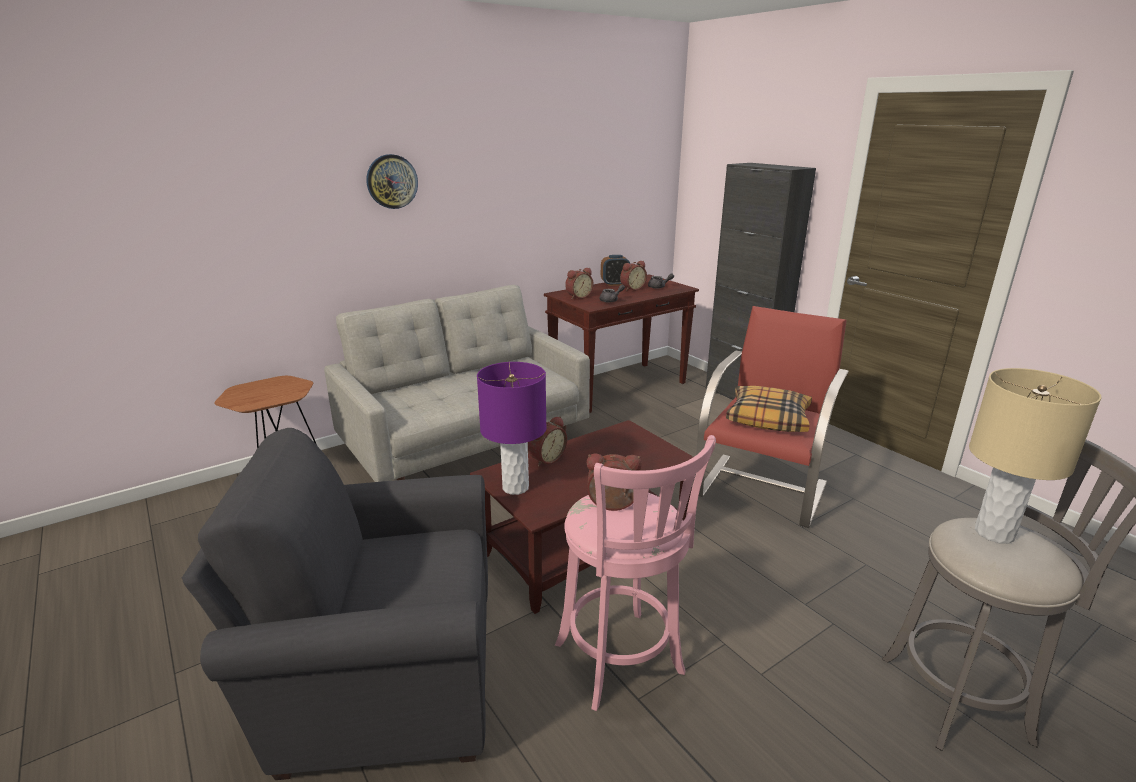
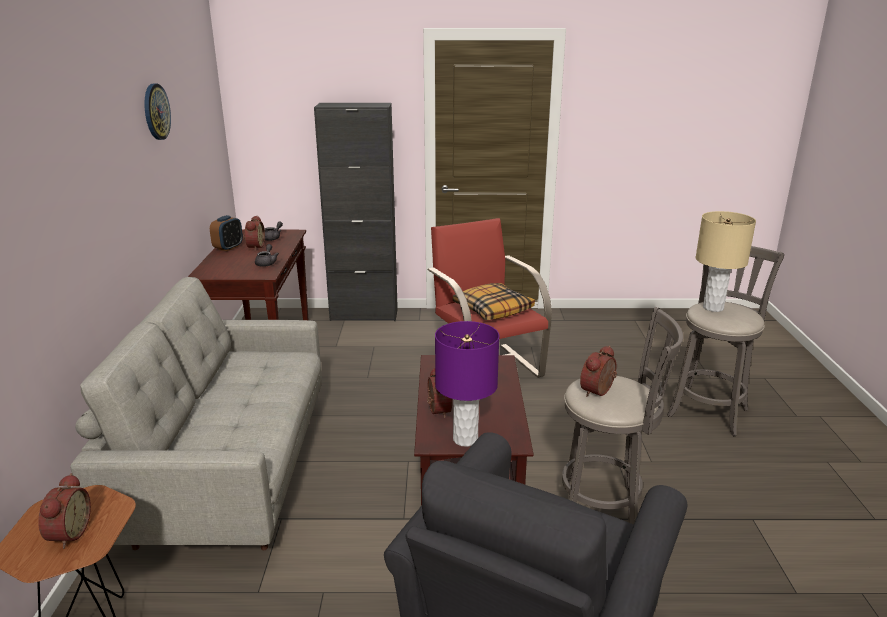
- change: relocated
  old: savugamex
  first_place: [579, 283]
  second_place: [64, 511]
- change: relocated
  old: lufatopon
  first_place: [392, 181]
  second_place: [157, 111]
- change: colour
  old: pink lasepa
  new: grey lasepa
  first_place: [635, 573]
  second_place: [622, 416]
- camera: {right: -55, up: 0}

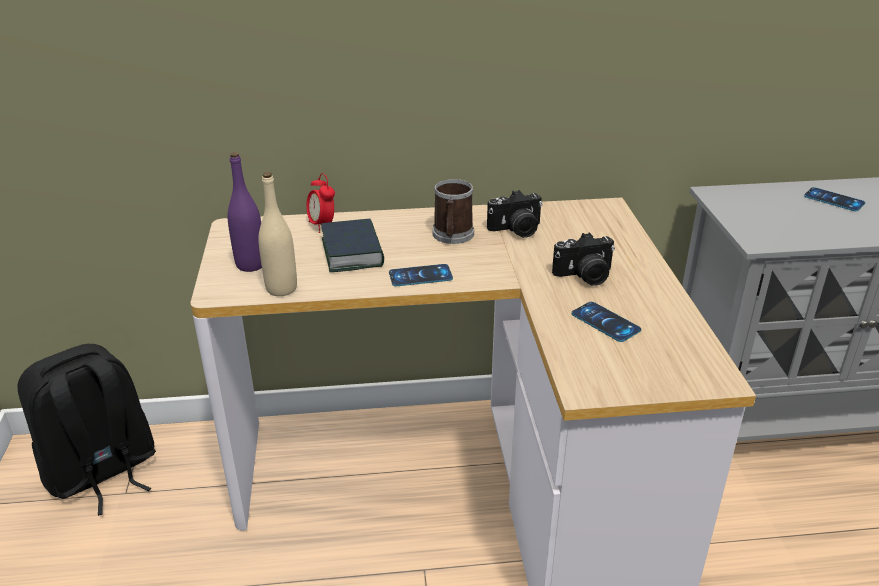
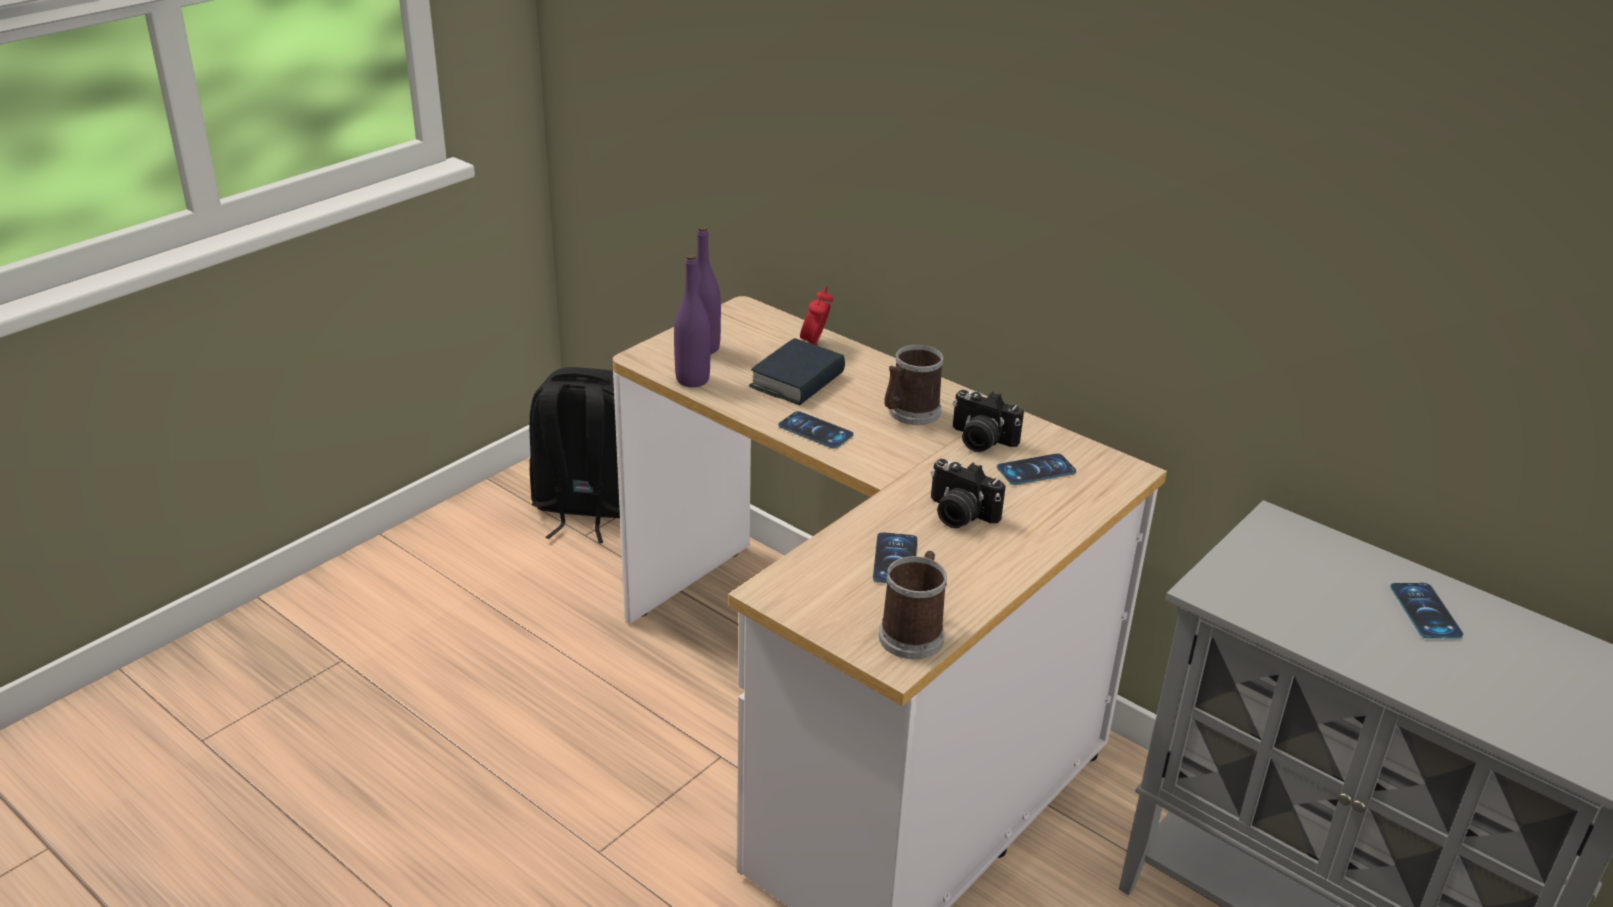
- change: colour
  old: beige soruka
  new: purple soruka
  first_place: [277, 234]
  second_place: [692, 320]
- change: appeared
  new: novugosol
  second_place: [913, 605]
- change: appeared
  new: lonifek
  second_place: [1036, 469]
- camera: {right: 45, up: 0}

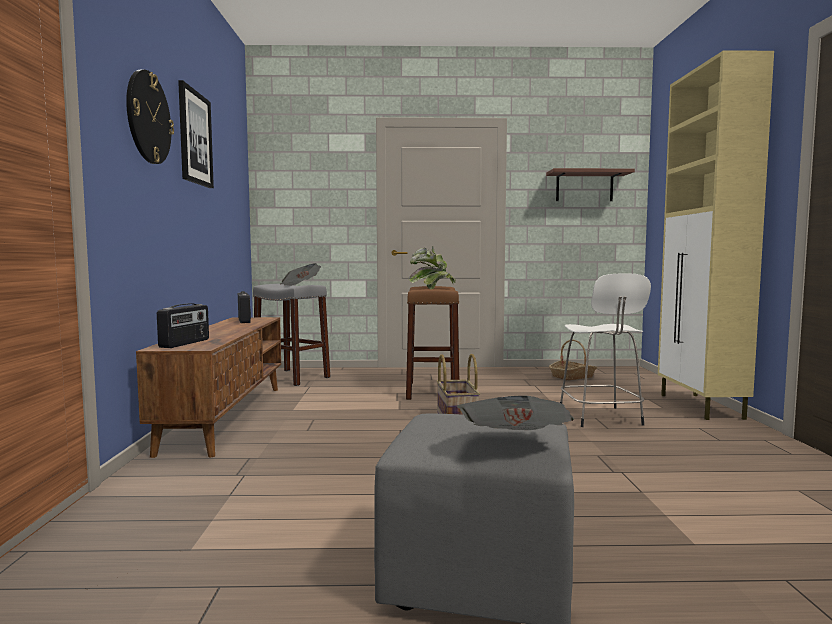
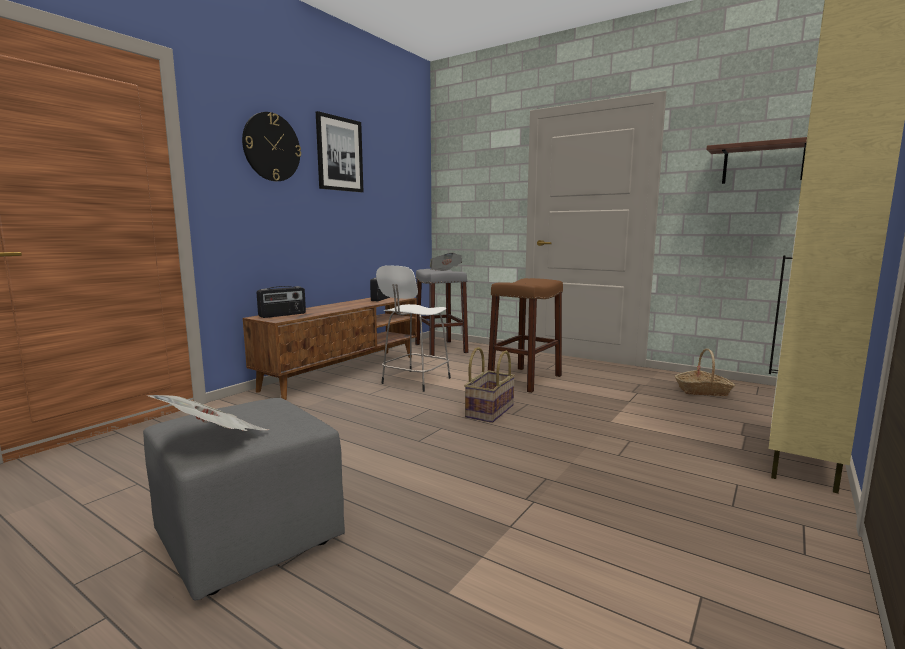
- change: relocated
  old: white lasepa
  first_place: [605, 350]
  second_place: [413, 328]
- change: missing
  old: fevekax
  first_place: [432, 267]
- camera: {right: 35, up: 5}

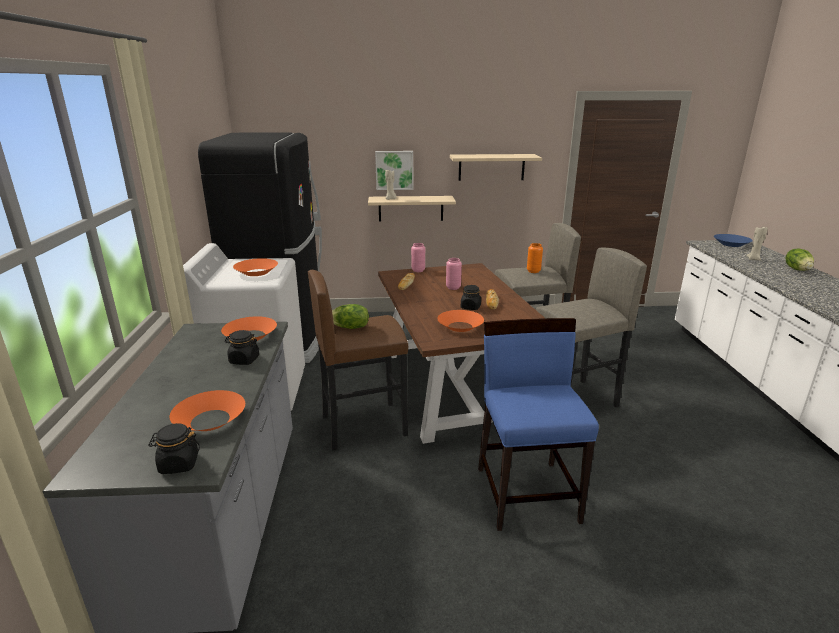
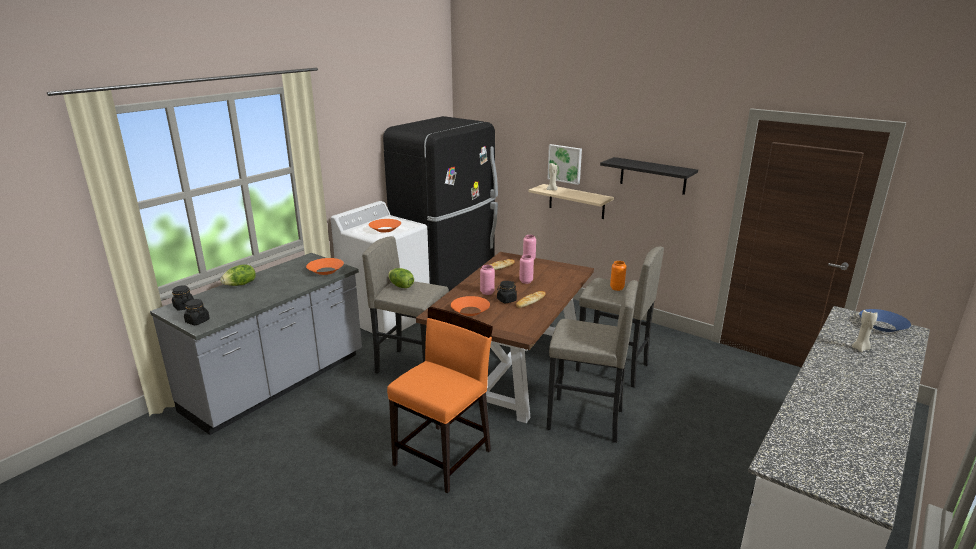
- change: relocated
  old: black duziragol
  first_place: [242, 347]
  second_place: [183, 297]
- change: relocated
  old: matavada
  first_place: [799, 260]
  second_place: [238, 275]
- change: colour
  old: brown lasepa
  new: grey lasepa
  first_place: [358, 360]
  second_place: [405, 305]
- change: colour
  old: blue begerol
  new: orange begerol
  first_place: [538, 424]
  second_place: [440, 400]
- change: appeared
  new: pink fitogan
  second_place: [487, 280]
- change: colour
  old: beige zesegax
  new: black zesegax
  first_place: [496, 167]
  second_place: [649, 176]
- change: missing
  old: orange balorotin
  first_place: [207, 410]
- camera: {right: 40, up: 0}

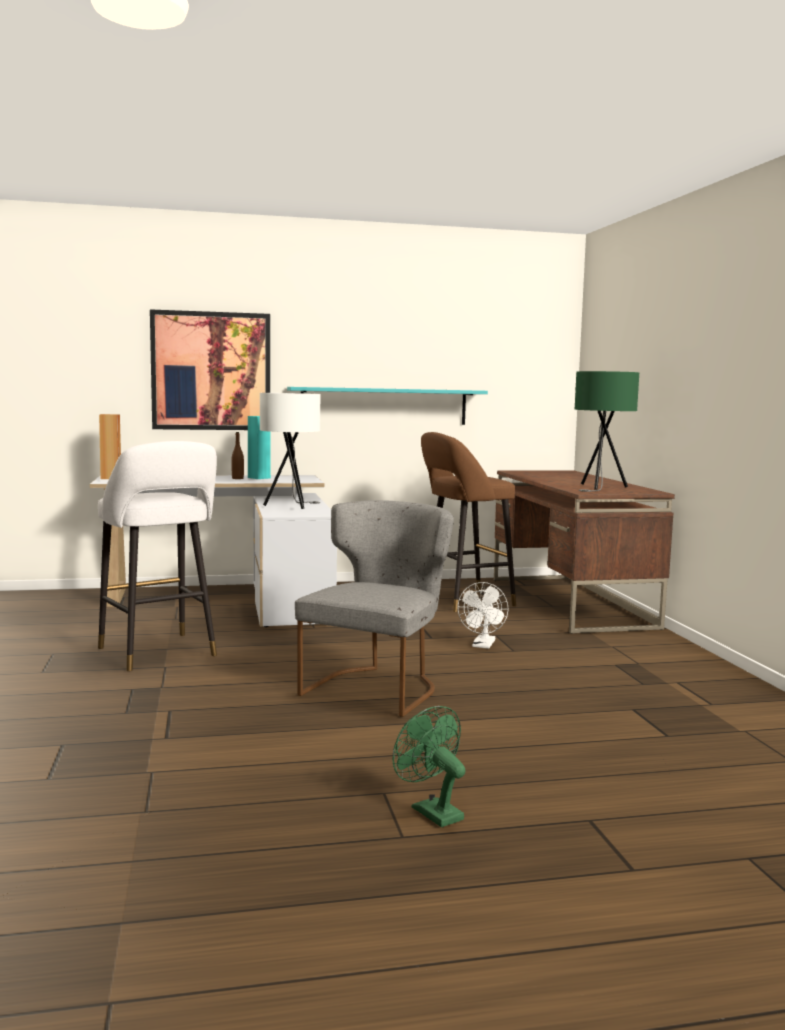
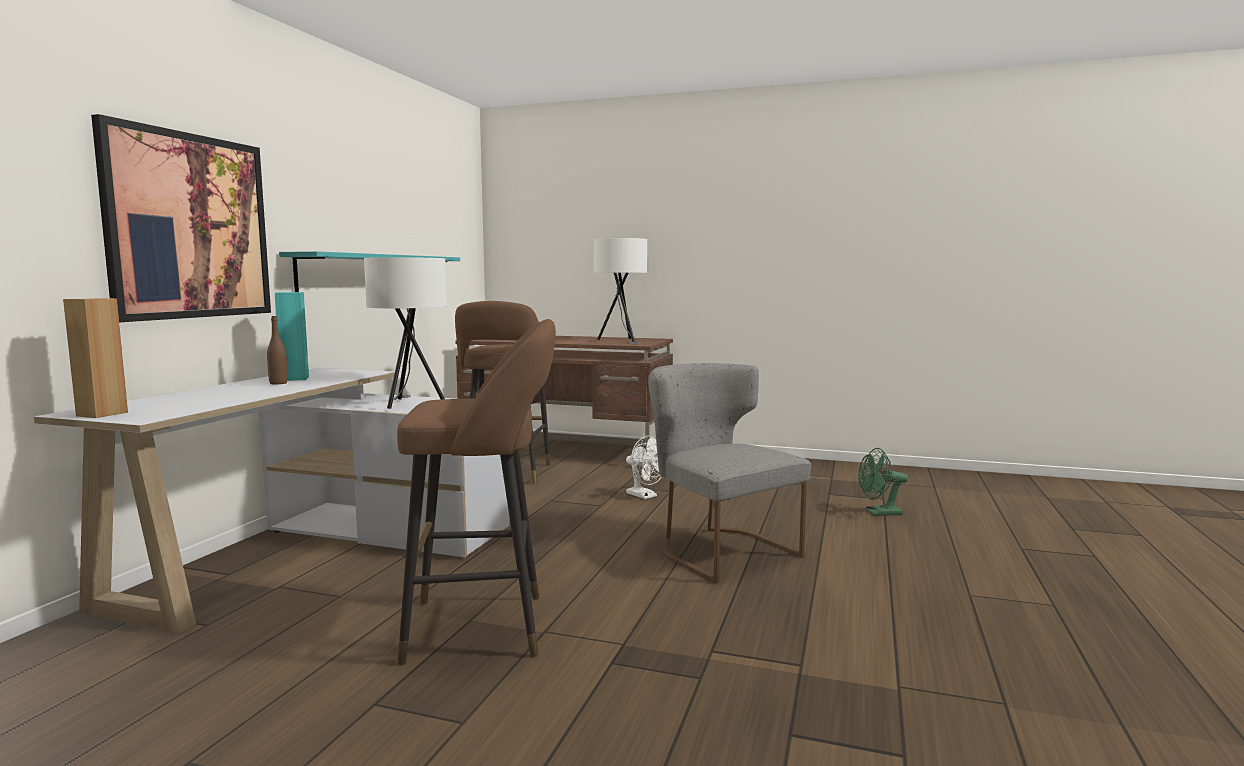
- change: colour
  old: white lasepa
  new: brown lasepa
  first_place: [157, 556]
  second_place: [476, 492]
- change: colour
  old: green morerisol
  new: white morerisol
  first_place: [607, 431]
  second_place: [620, 291]
- change: relocated
  old: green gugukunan
  first_place: [429, 766]
  second_place: [883, 482]
- camera: {right: -60, up: 0}

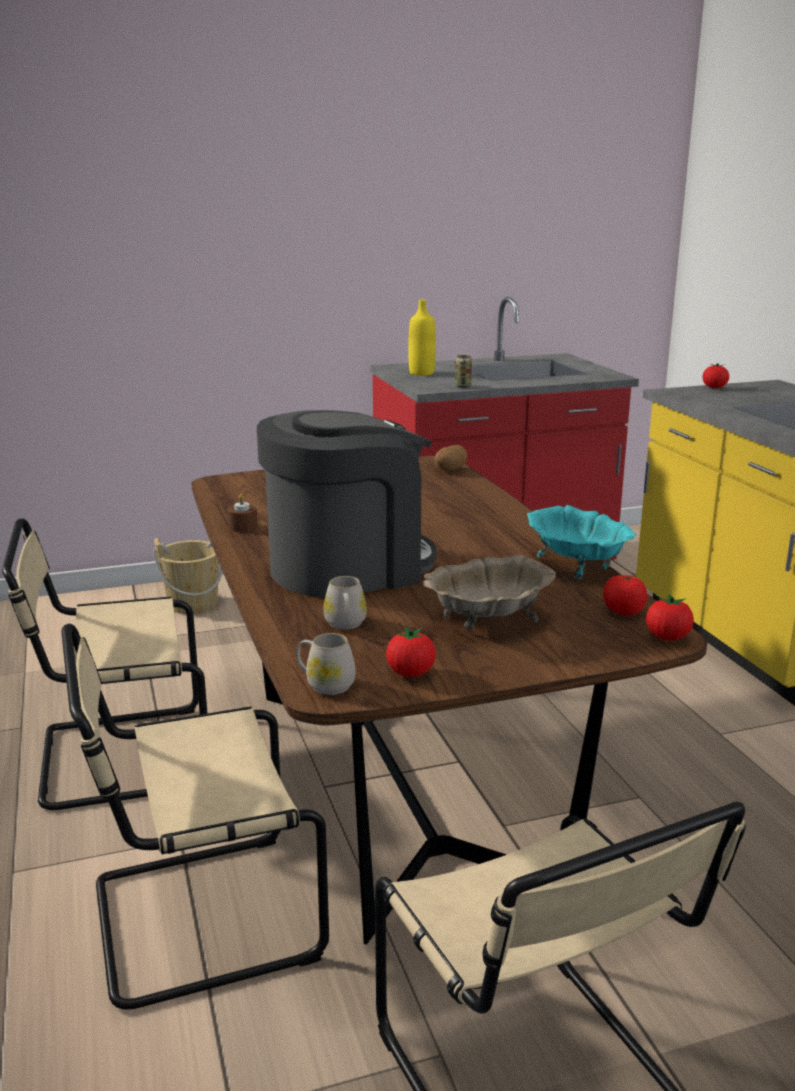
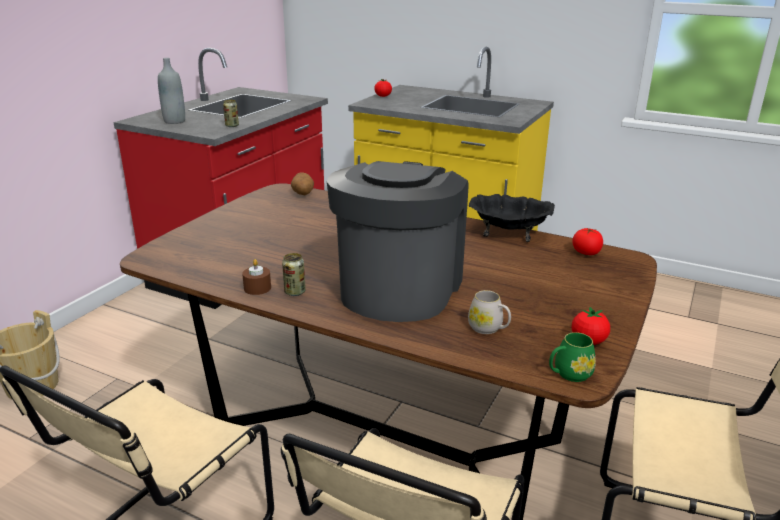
- change: colour
  old: yellow soruka
  new: grey soruka
  first_place: [422, 338]
  second_place: [171, 91]
- change: appeared
  new: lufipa
  second_place: [294, 274]
- change: colour
  old: turquoise balorotin
  new: black balorotin
  first_place: [581, 542]
  second_place: [512, 218]
- change: colour
  old: white novugosol
  new: green novugosol
  first_place: [326, 664]
  second_place: [572, 357]
- change: missing
  old: beige balorotin
  first_place: [490, 592]
- change: missing
  old: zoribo
  first_place: [670, 617]
- camera: {right: -45, up: 5}

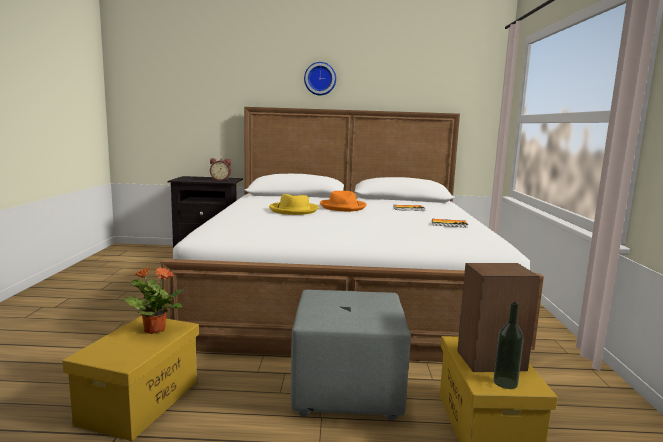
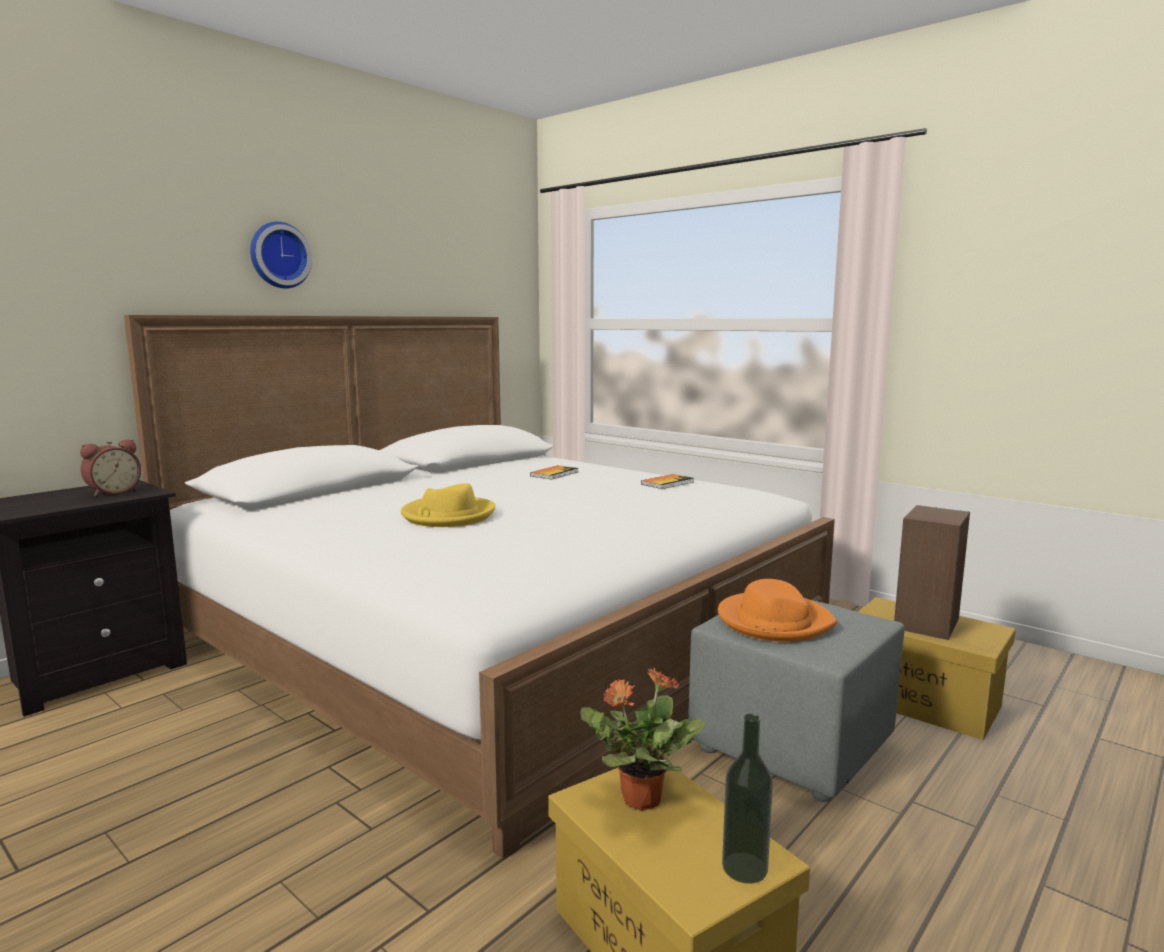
- change: relocated
  old: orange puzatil
  first_place: [343, 201]
  second_place: [777, 610]
- change: relocated
  old: soruka
  first_place: [508, 345]
  second_place: [747, 799]
- camera: {right: -50, up: 0}

